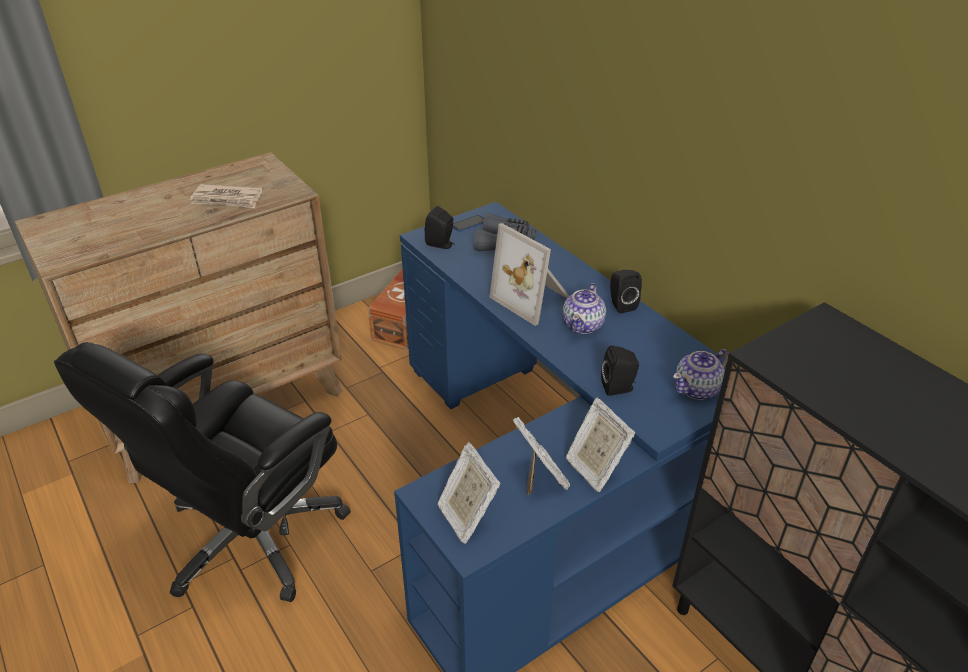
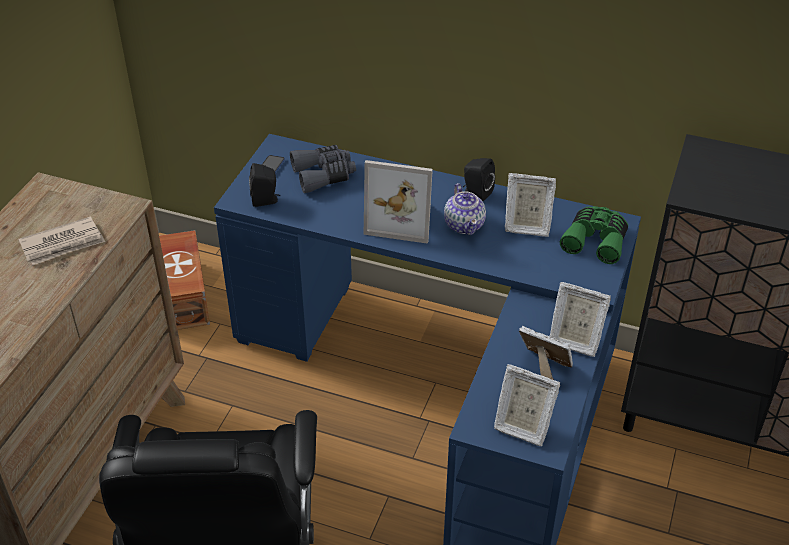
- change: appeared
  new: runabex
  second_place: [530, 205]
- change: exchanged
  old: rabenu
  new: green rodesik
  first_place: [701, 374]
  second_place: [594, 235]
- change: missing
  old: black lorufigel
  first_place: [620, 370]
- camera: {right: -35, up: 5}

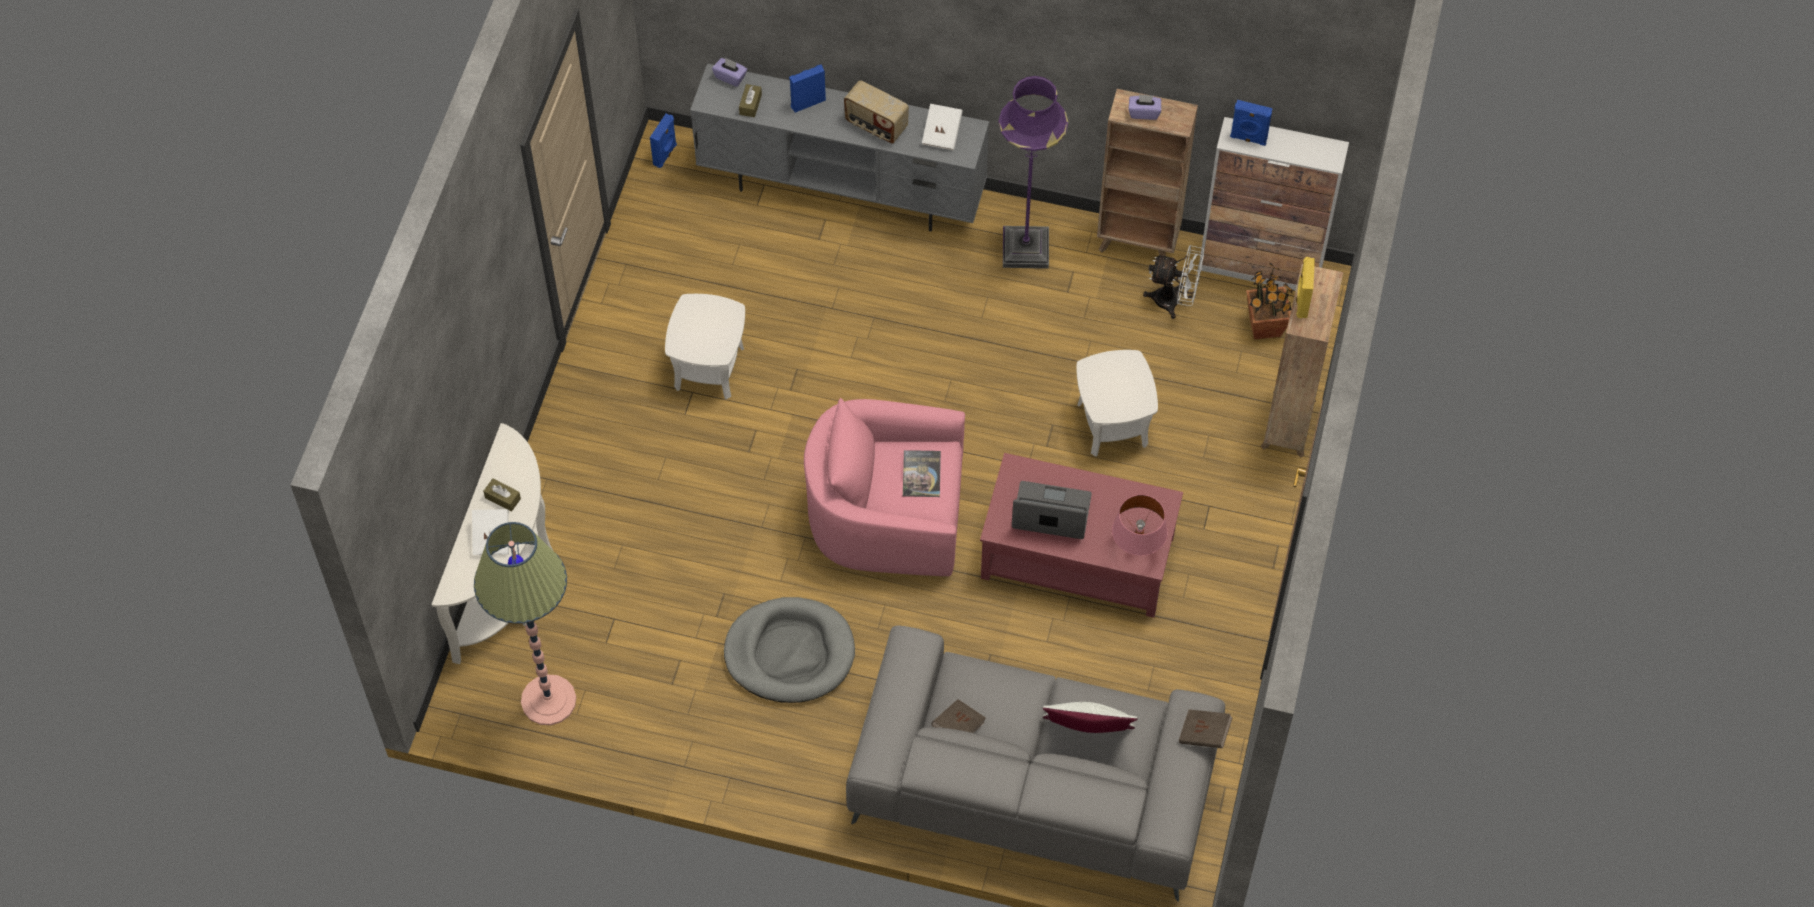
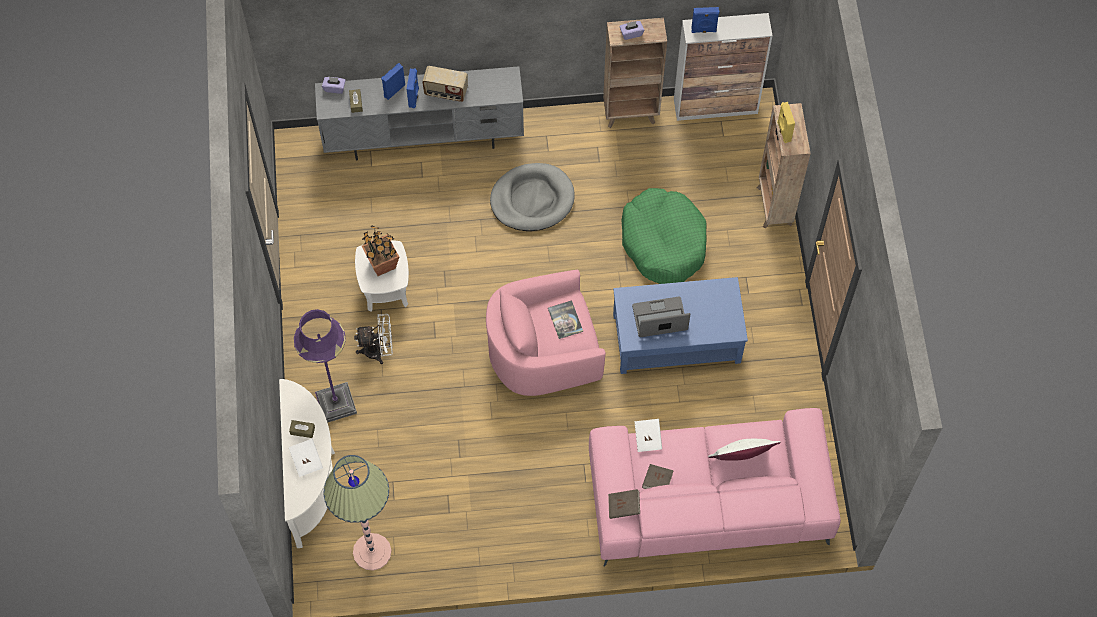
- change: relocated
  old: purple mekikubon
  first_place: [1033, 172]
  second_place: [325, 366]
- change: relocated
  old: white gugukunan
  first_place: [1173, 282]
  second_place: [373, 339]
- change: relocated
  old: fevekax
  first_place: [1270, 301]
  second_place: [380, 250]
- change: relocated
  old: blue lorufigel
  first_place: [663, 141]
  second_place: [413, 88]
- change: relocated
  old: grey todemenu
  first_place: [789, 650]
  second_place: [532, 197]
- change: colour
  old: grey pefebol
  new: pink pefebol
  first_place: [1035, 764]
  second_place: [715, 487]
- change: relocated
  old: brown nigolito
  first_place: [1206, 728]
  second_place: [624, 504]
- change: colour
  old: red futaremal
  new: blue futaremal
  first_place: [1081, 535]
  second_place: [680, 325]
- change: exchanged
  old: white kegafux
  new: green todemenu
  first_place: [1117, 403]
  second_place: [664, 236]
- change: relocated
  old: white nigolito
  first_place: [942, 127]
  second_place: [648, 435]
- change: missing
  old: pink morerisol
  first_place: [1140, 525]
- camera: {right: -20, up: 5}

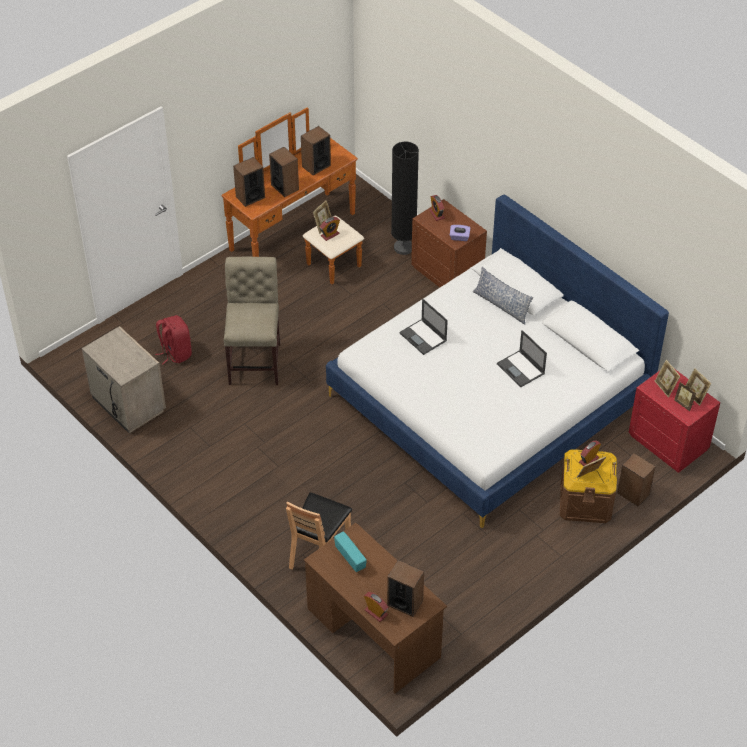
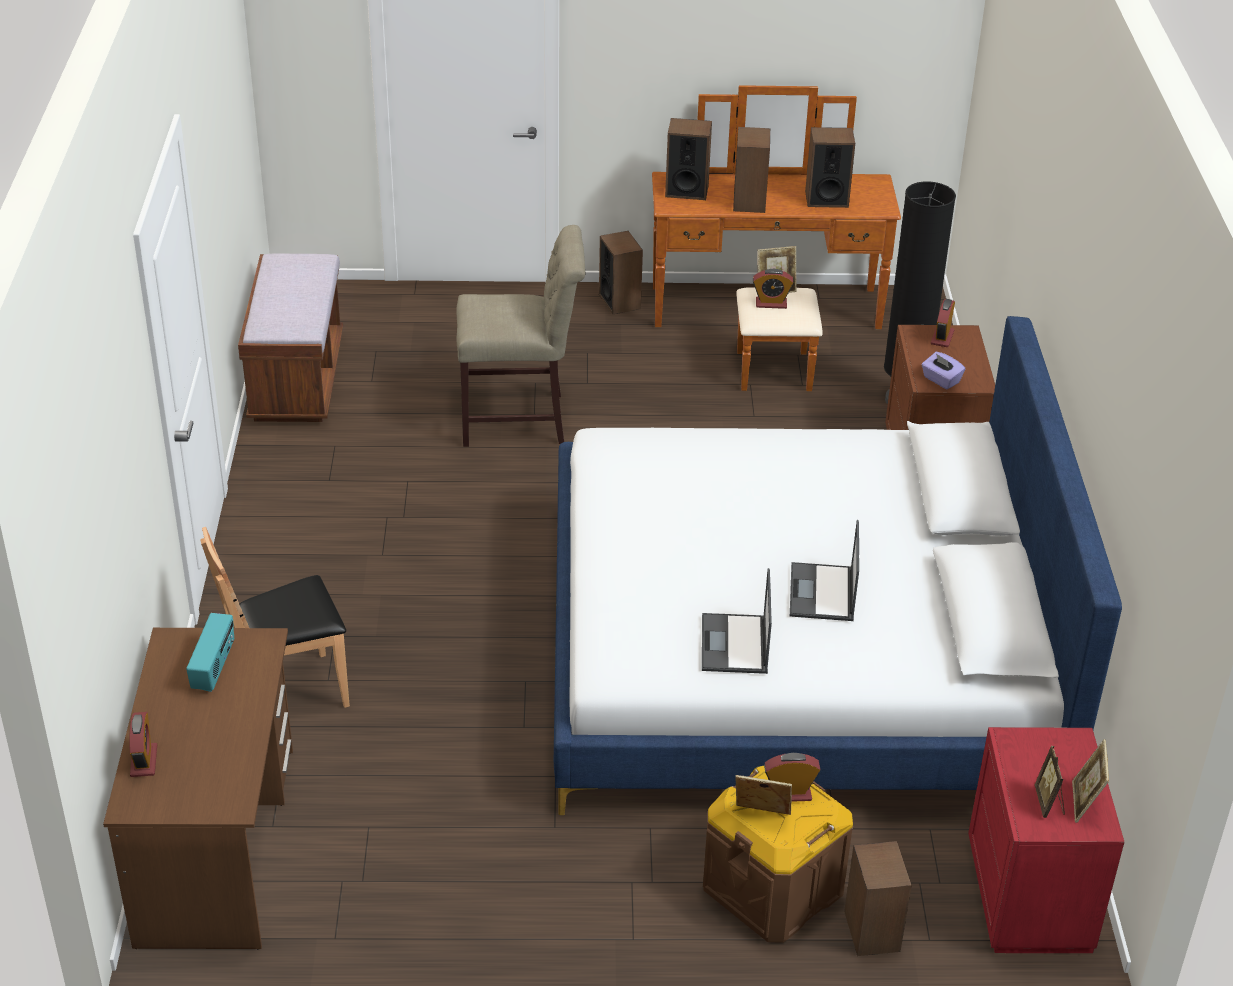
- change: exchanged
  old: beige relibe
  new: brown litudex
  first_place: [124, 379]
  second_place: [290, 337]
- change: spun
  old: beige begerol
  first_place: [252, 321]
  second_place: [520, 336]
  degrees: 45
- change: relocated
  old: lorufigel
  first_place: [405, 588]
  second_place: [621, 272]
- change: relocated
  old: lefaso
  first_place: [423, 327]
  second_place: [737, 621]
- change: missing
  old: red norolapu
  first_place: [173, 340]
- change: missing
  old: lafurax
  first_place: [503, 295]
- change: missing
  old: runabex
  first_place: [667, 379]
- camera: {right: 40, up: -10}

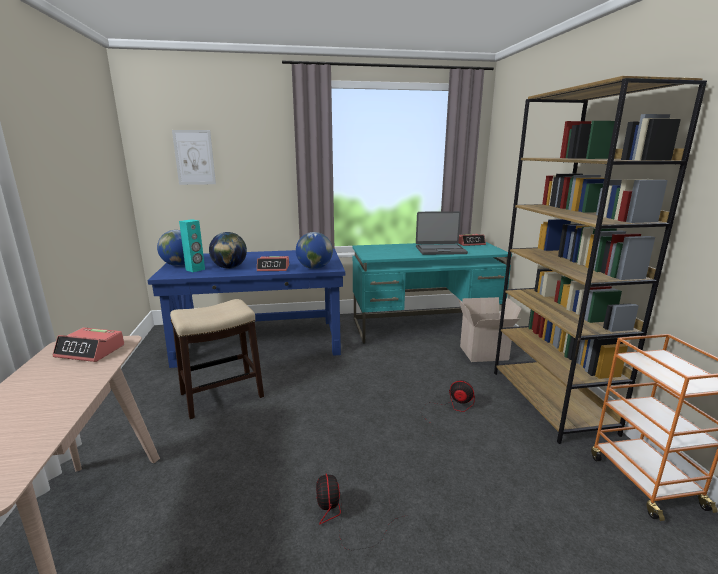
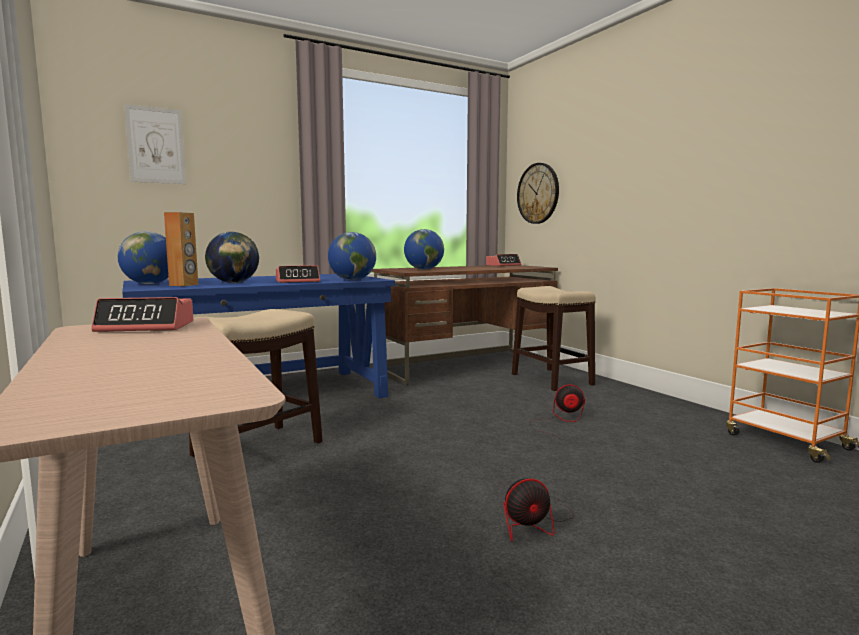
- change: colour
  old: turquoise lorufigel
  new: brown lorufigel
  first_place: [192, 245]
  second_place: [181, 249]
- change: colour
  old: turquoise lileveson
  new: brown lileveson
  first_place: [432, 292]
  second_place: [464, 325]
- change: appeared
  new: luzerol
  second_place: [424, 249]
- change: spun
  old: gugukunan
  first_place: [362, 511]
  second_place: [539, 510]
  degrees: -75
- change: exchanged
  old: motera
  new: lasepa
  first_place: [490, 329]
  second_place: [554, 338]
- change: appeared
  new: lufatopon
  second_place: [538, 193]
- change: missing
  old: lefaso
  first_place: [442, 233]
- change: missing
  old: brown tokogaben
  first_place: [600, 260]
- camera: {right: -20, up: -10}

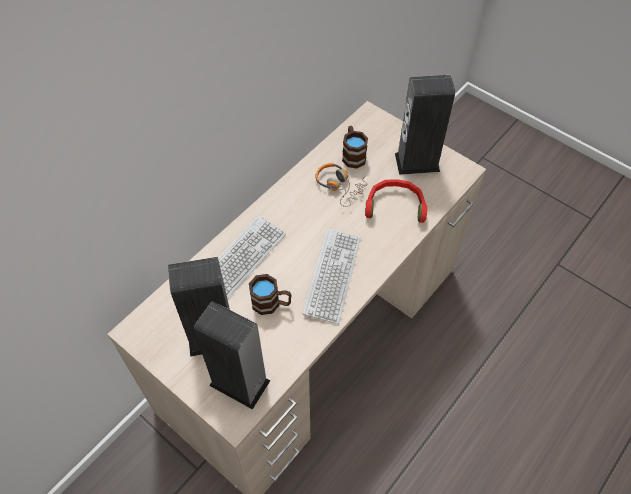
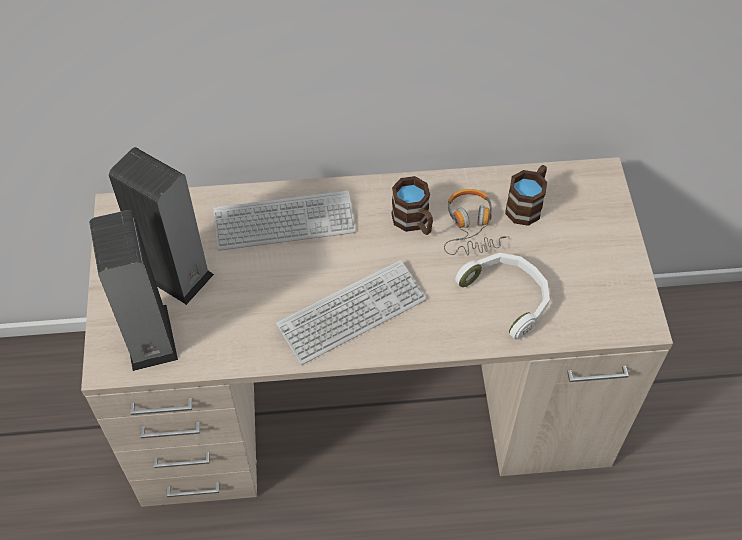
- change: relocated
  old: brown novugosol
  first_place: [270, 294]
  second_place: [412, 205]
- change: colour
  old: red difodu
  new: white difodu
  first_place: [396, 201]
  second_place: [502, 296]
- change: missing
  old: lorufigel
  first_place: [425, 125]
- camera: {right: 45, up: 0}

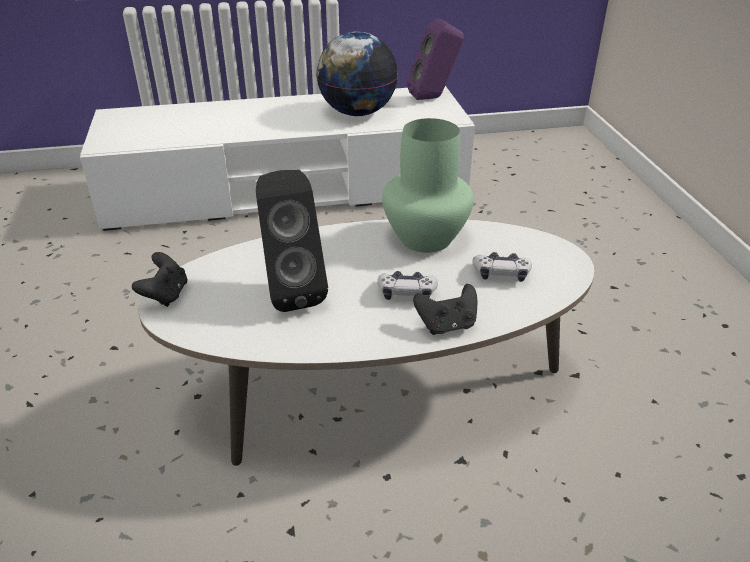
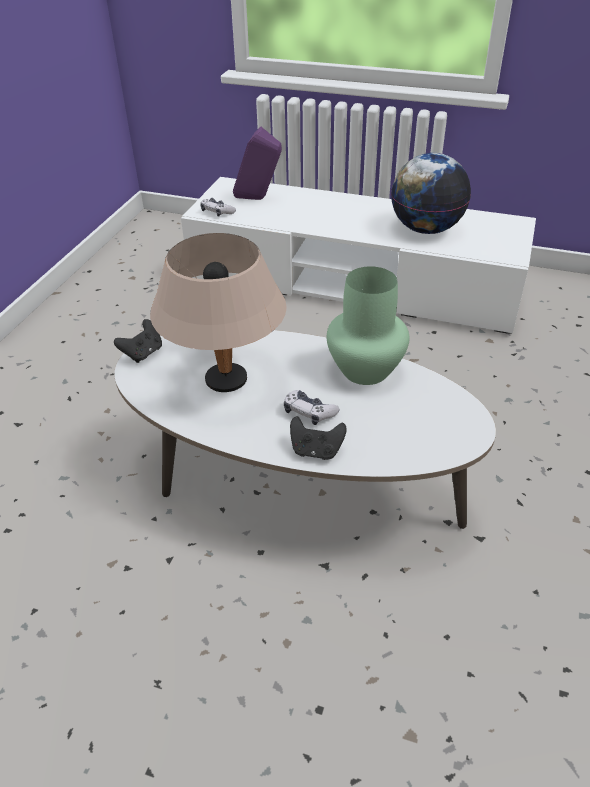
- change: exchanged
  old: black lorufigel
  new: beige morerisol
  first_place: [292, 241]
  second_place: [218, 312]
- change: relocated
  old: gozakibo
  first_place: [502, 267]
  second_place: [218, 207]
- change: relocated
  old: purple lorufigel
  first_place: [435, 59]
  second_place: [257, 163]
- camera: {right: 30, up: 5}

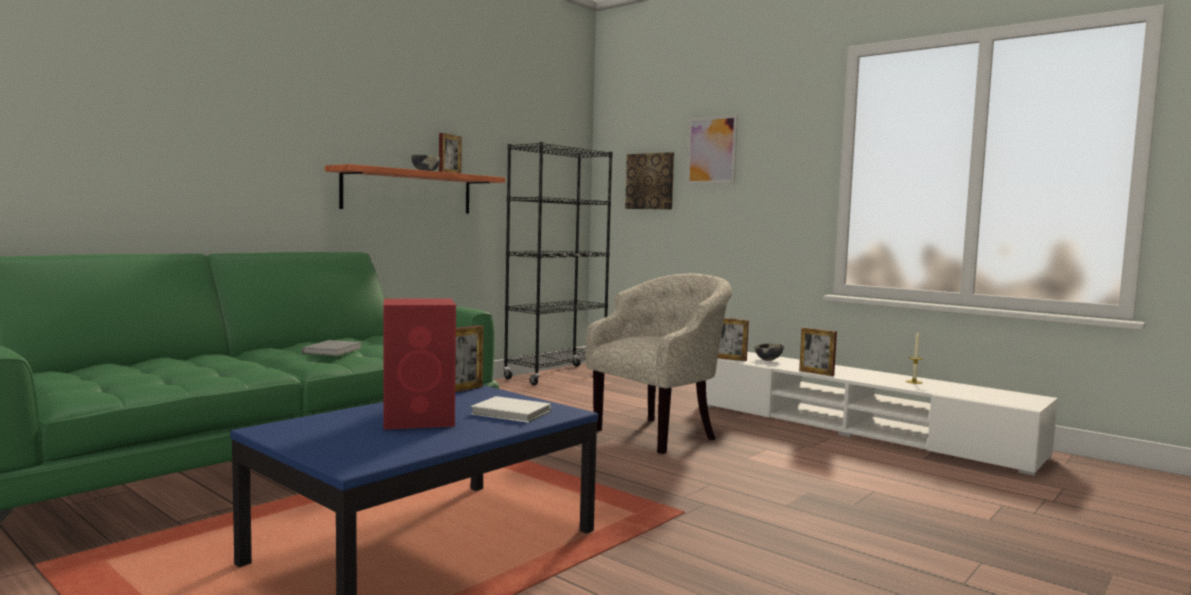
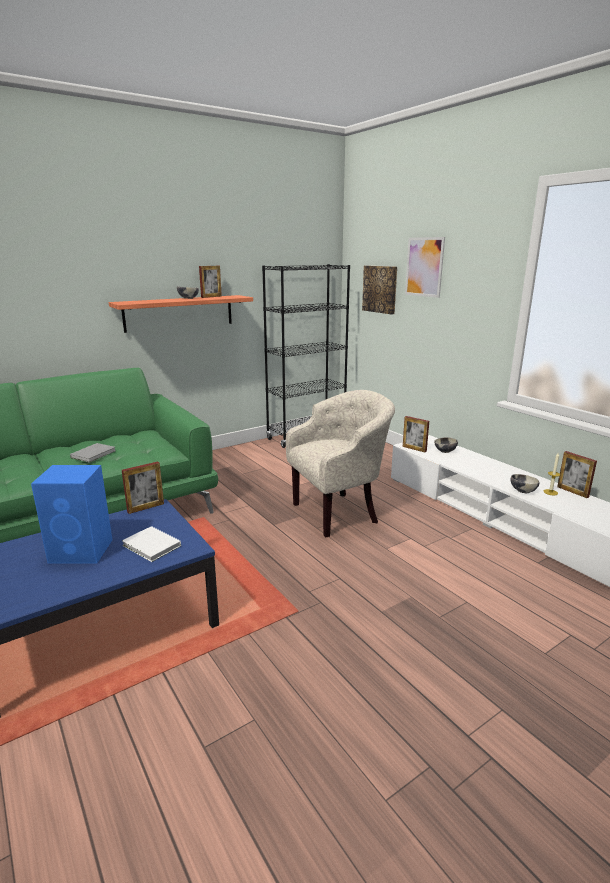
- change: colour
  old: red lorufigel
  new: blue lorufigel
  first_place: [419, 363]
  second_place: [71, 514]
- change: appeared
  new: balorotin
  second_place: [525, 483]
- change: relocated
  old: runabex
  first_place: [818, 351]
  second_place: [577, 474]
- camera: {right: 15, up: 15}

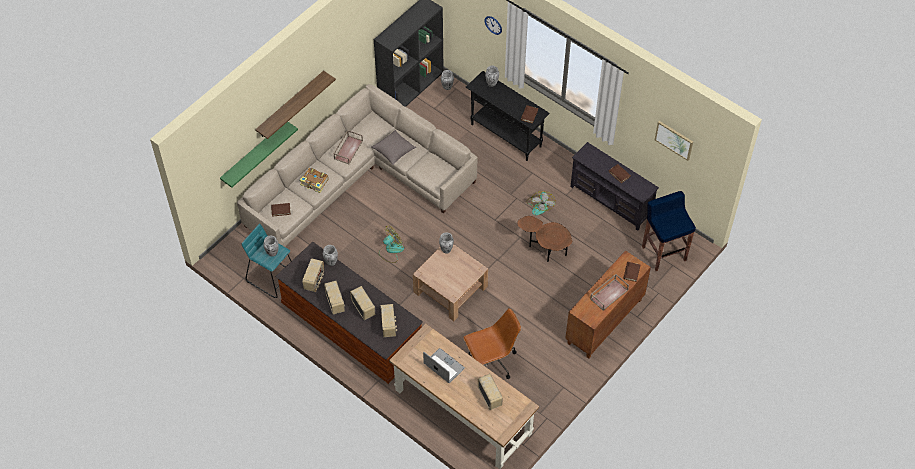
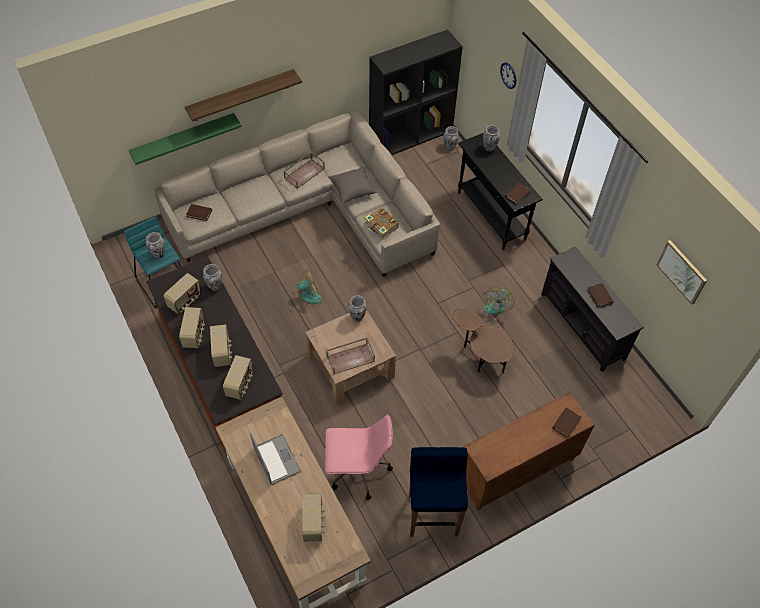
- change: colour
  old: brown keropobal
  new: pink keropobal
  first_place: [492, 343]
  second_place: [359, 457]
- change: relocated
  old: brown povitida
  first_place: [609, 292]
  second_place: [350, 355]
- change: relocated
  old: nigolito
  first_place: [314, 180]
  second_place: [381, 224]
- change: relocated
  old: blue lasepa
  first_place: [669, 231]
  second_place: [438, 492]
- camera: {right: 20, up: 0}

